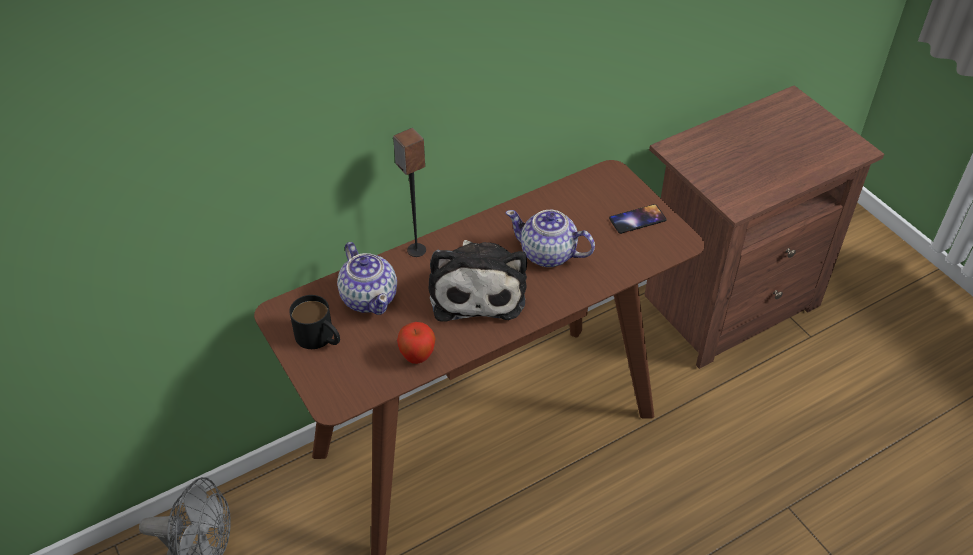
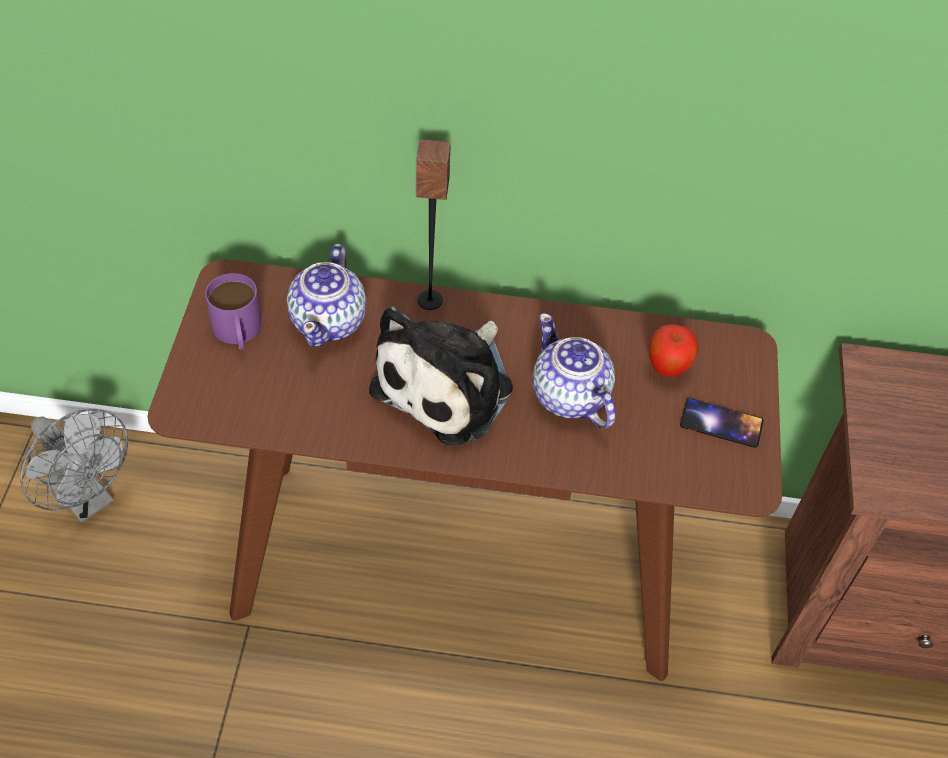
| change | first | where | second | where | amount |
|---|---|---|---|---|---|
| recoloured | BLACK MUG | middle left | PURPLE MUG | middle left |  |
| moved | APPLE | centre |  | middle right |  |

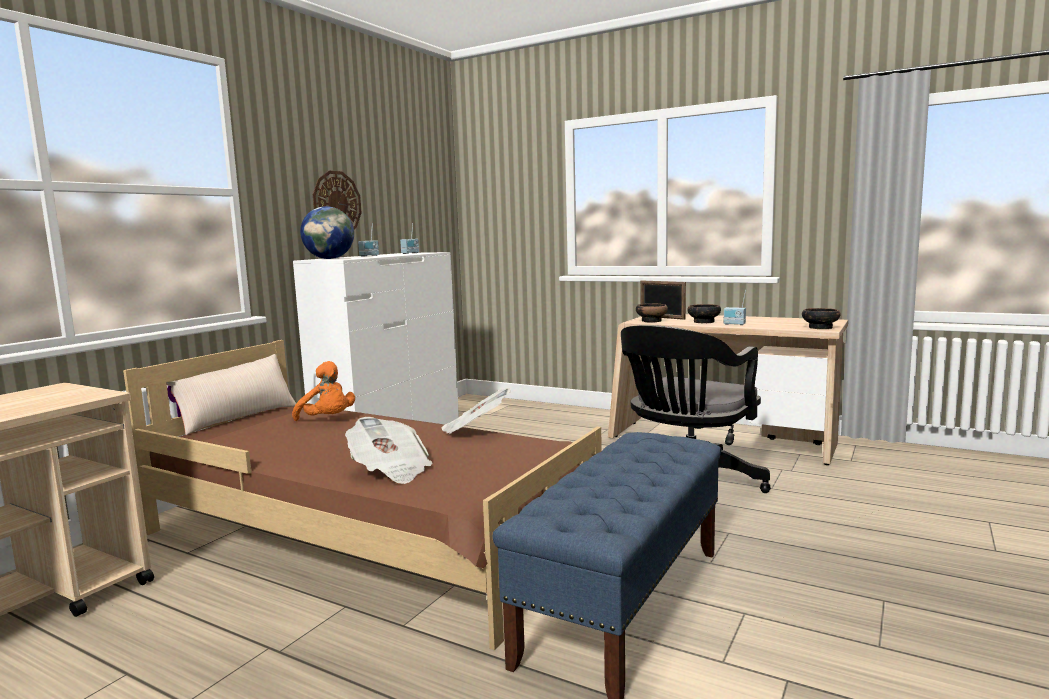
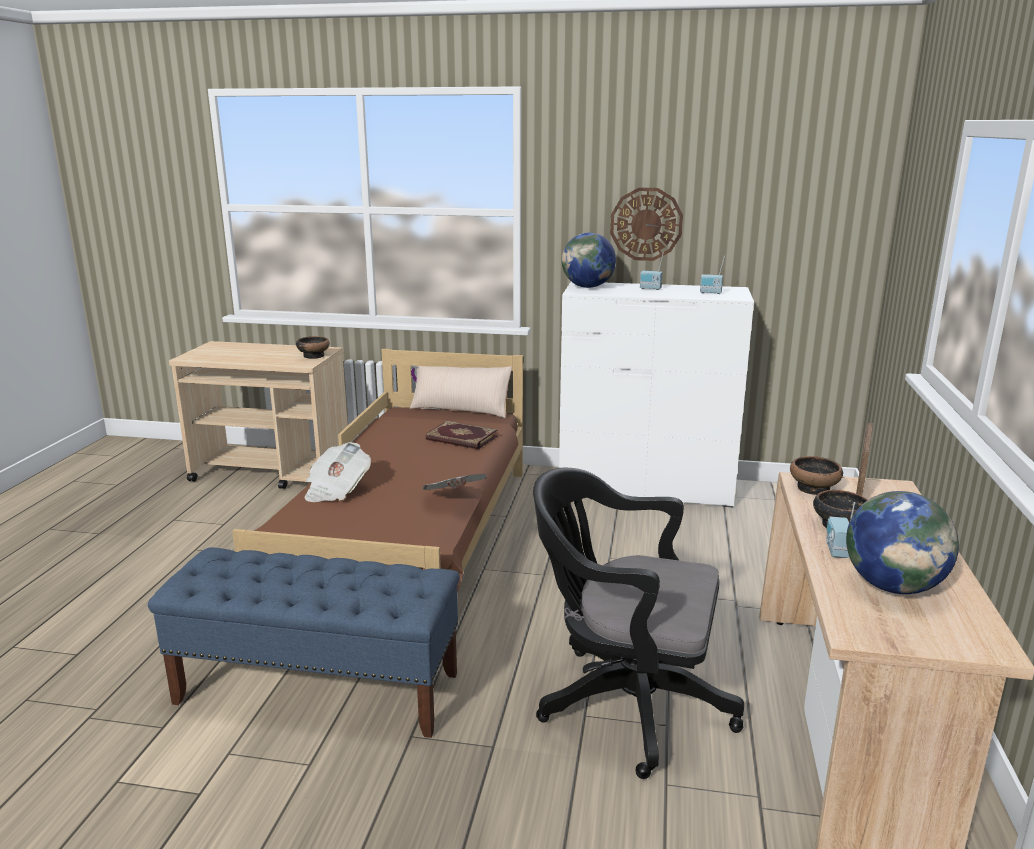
| change | first | where | second | where | amount |
|---|---|---|---|---|---|
| moved | BOWL (3rd from left in the first image) | middle right | BOWL (1st from left) | middle left |  |
| replaced | ORANGE PLUSH TOY | middle left | BOOK | centre |  |
| added |  |  | GLOBE (2nd from left) | middle right |  |

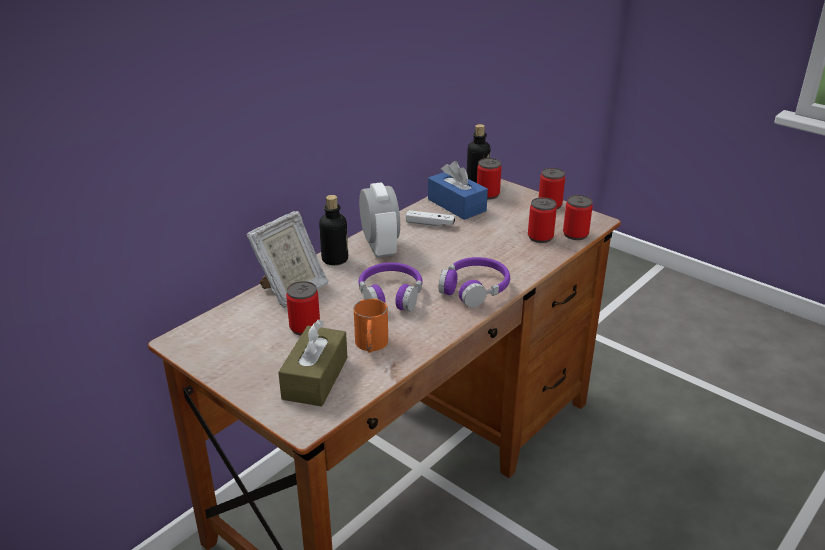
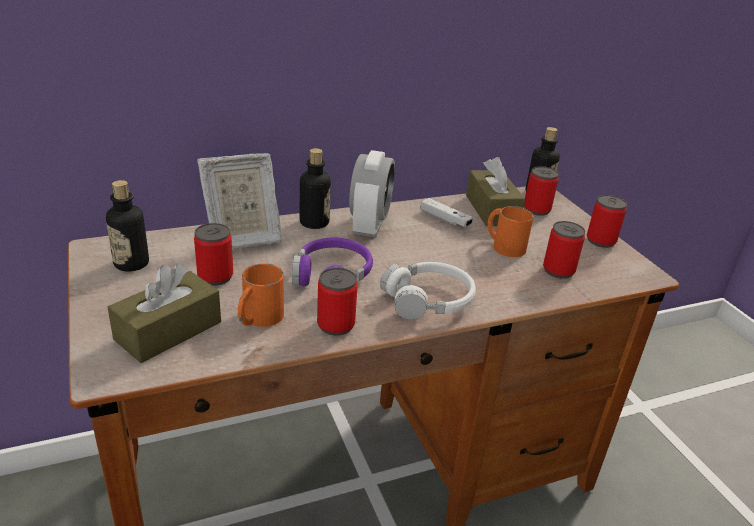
| change | first | where | second | where | amount |
|---|---|---|---|---|---|
| recoloured | BLUE TISSUE BOX | centre | BROWN TISSUE BOX (2nd from left) | centre |  |
| moved | CAN (5th from left in the first image) | middle right | CAN (2nd from left) | centre |  |
| recoloured | PURPLE HEADPHONES (2nd from left) | centre | WHITE HEADPHONES | centre |  |
| added |  |  | BOTTLE (1st from left) | middle left |  |
| added |  |  | ORANGE MUG (2nd from left) | middle right |  |

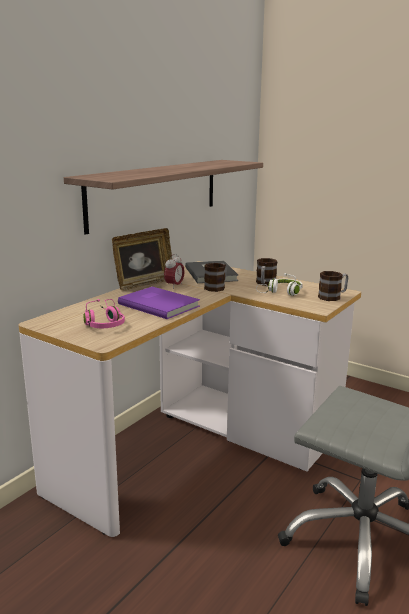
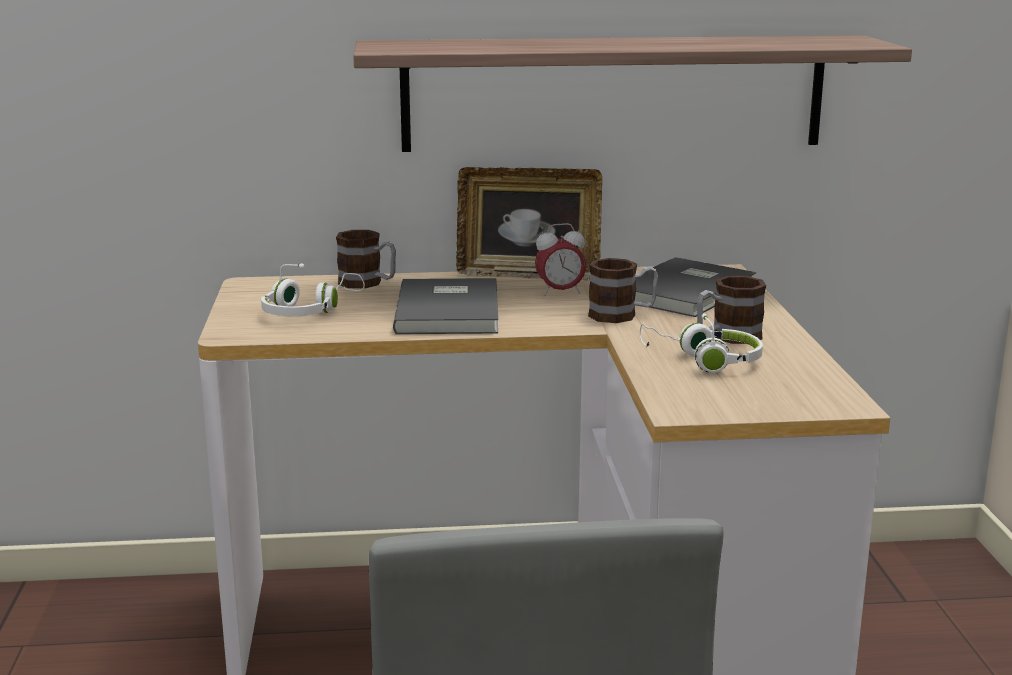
| change | first | where | second | where | amount |
|---|---|---|---|---|---|
| moved | MUG (3rd from left in the first image) | middle right | MUG (1st from left) | centre |  |
| recoloured | PURPLE BOOK | centre | GREY BOOK (1st from left) | centre |  |
| recoloured | PINK HEADPHONES | middle left | WHITE HEADPHONES (1st from left) | middle left |  |

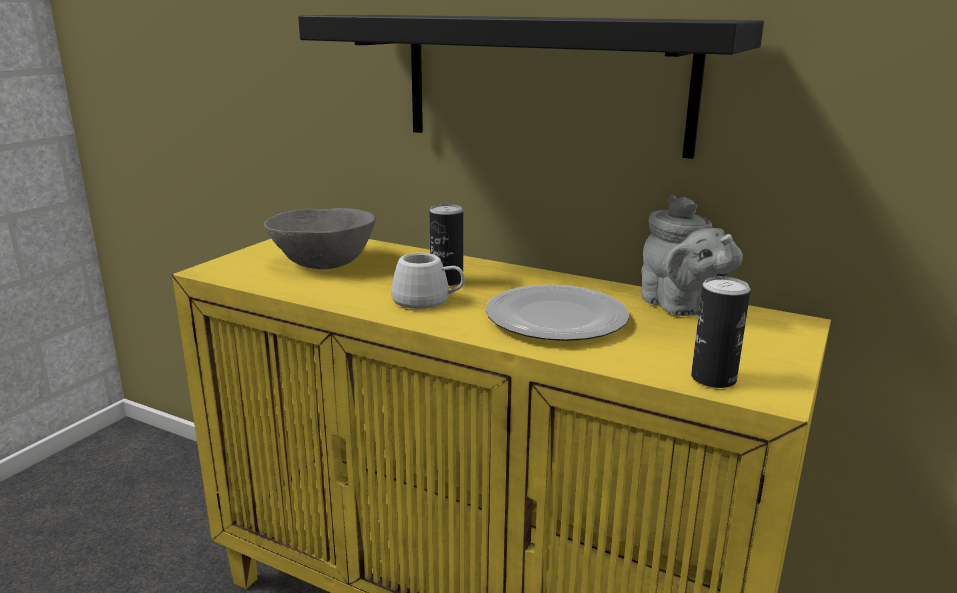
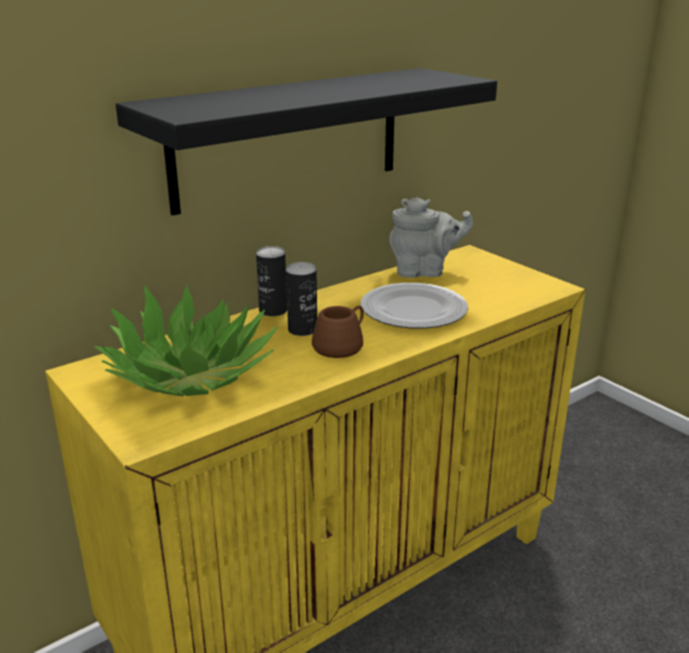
| change | first | where | second | where | amount |
|---|---|---|---|---|---|
| replaced | GREY BOWL | centre | POTTED PLANT | middle left |  |
| recoloured | WHITE MUG | centre | BROWN MUG | centre |  |
| moved | CAN (2nd from left in the first image) | middle right | CAN (1st from left) | centre |  |

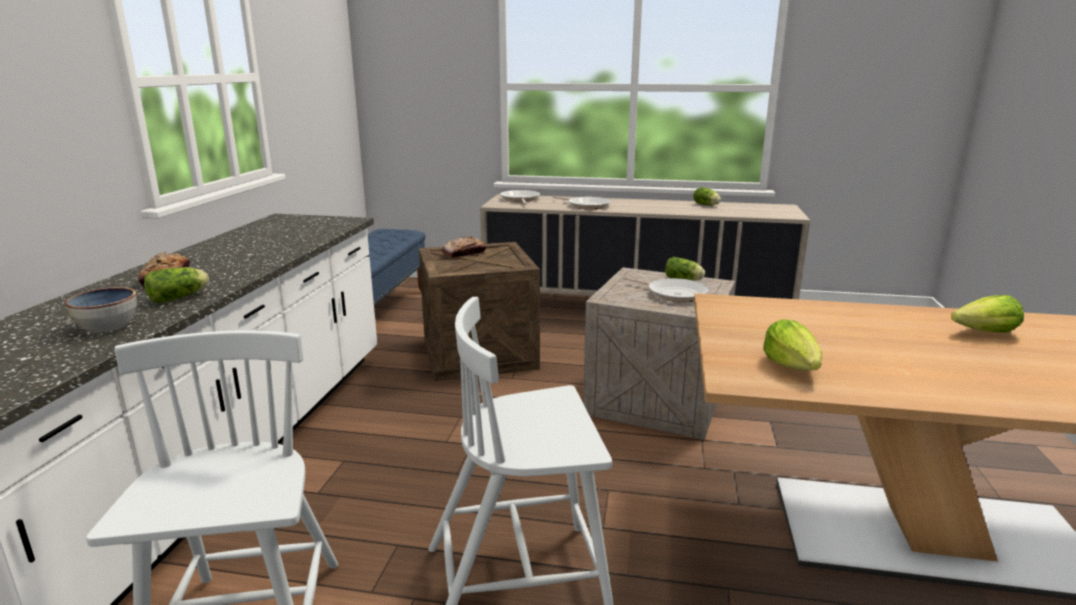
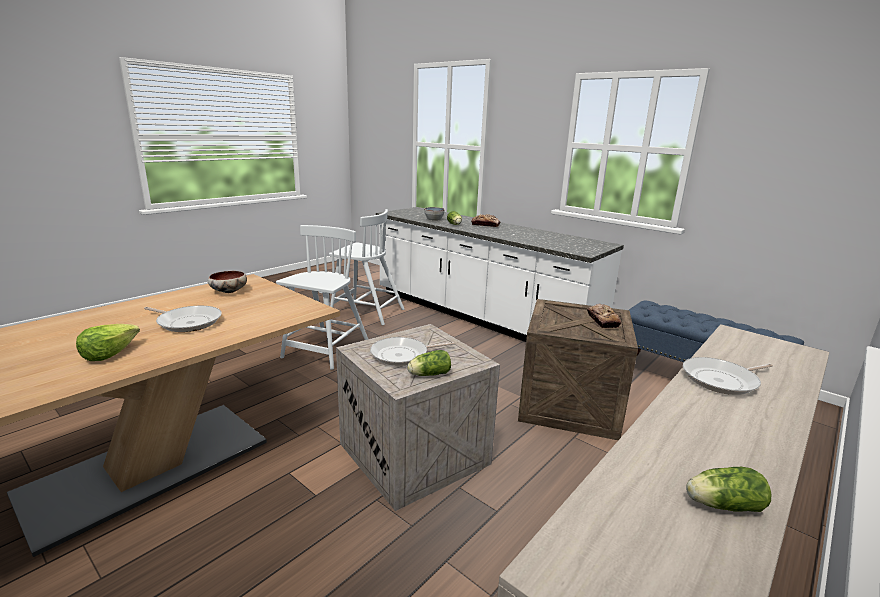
| change | first | where | second | where | amount |
|---|---|---|---|---|---|
| moved | FRYING PAN (1st from left) | top centre |  | middle left |  |
| replaced | LETTUCE (4th from left) | middle right | BOWL (1st from left) | middle left |  |

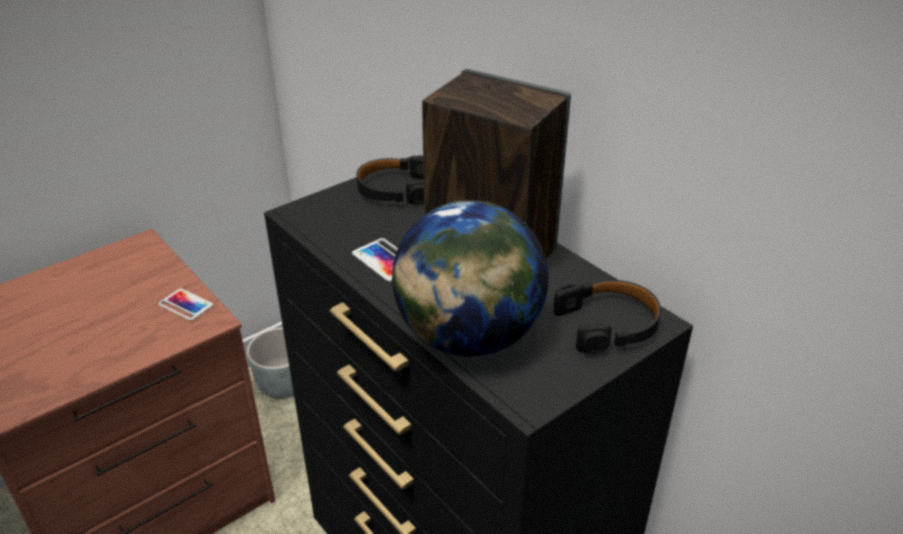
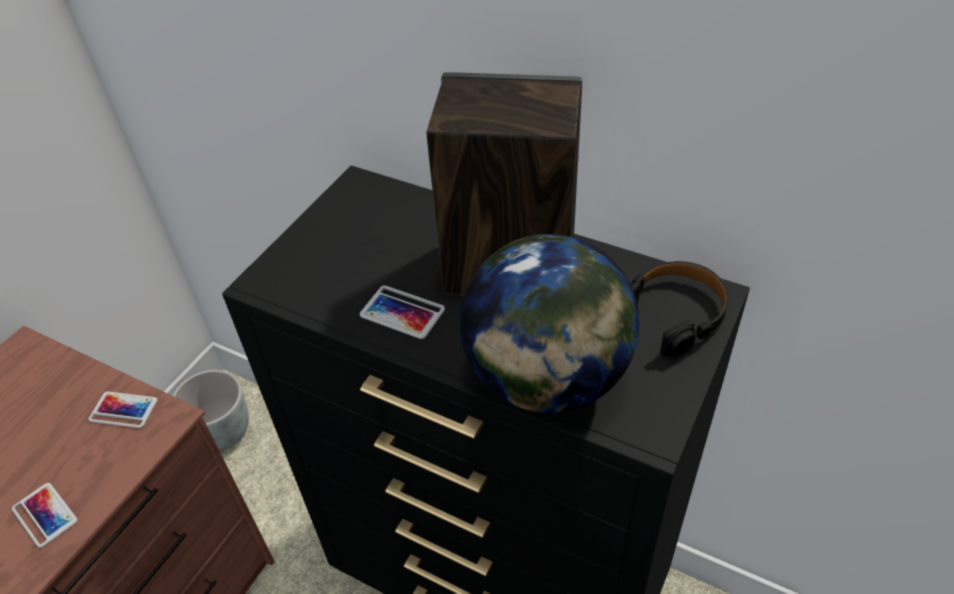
| change | first | where | second | where | amount |
|---|---|---|---|---|---|
| removed | BLACK HEADPHONES (1st from left) | centre |  |  |  |
| added |  |  | PHONE (1st from left) | bottom left |  |

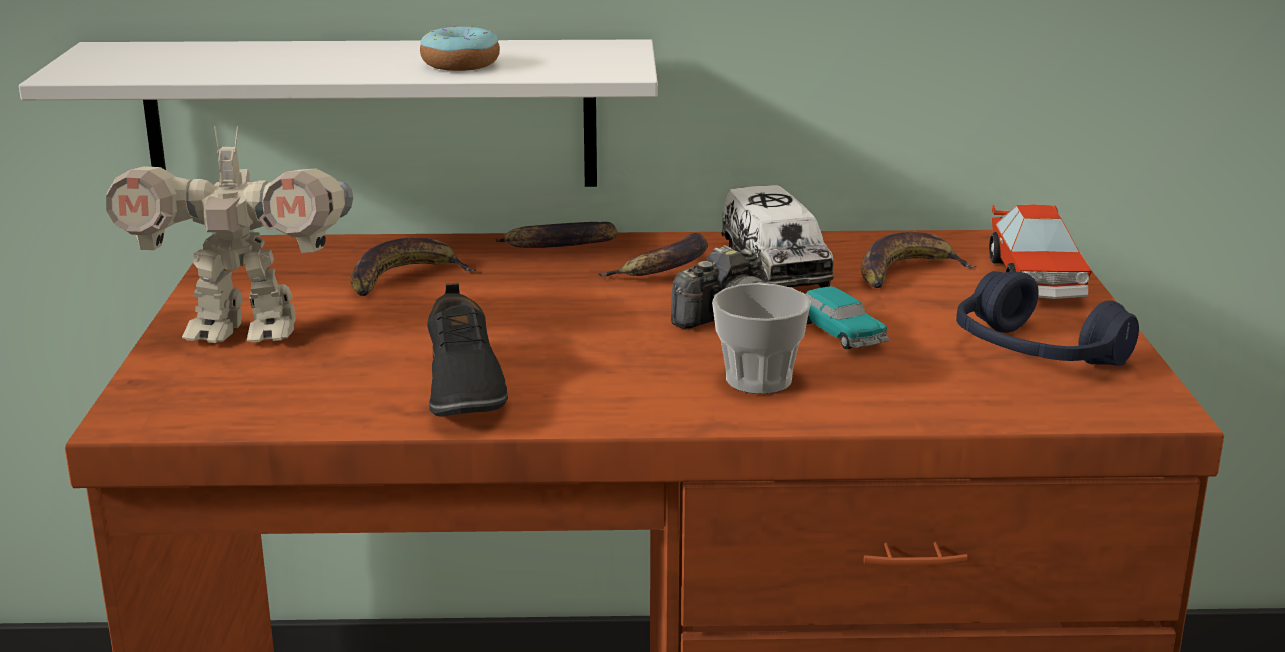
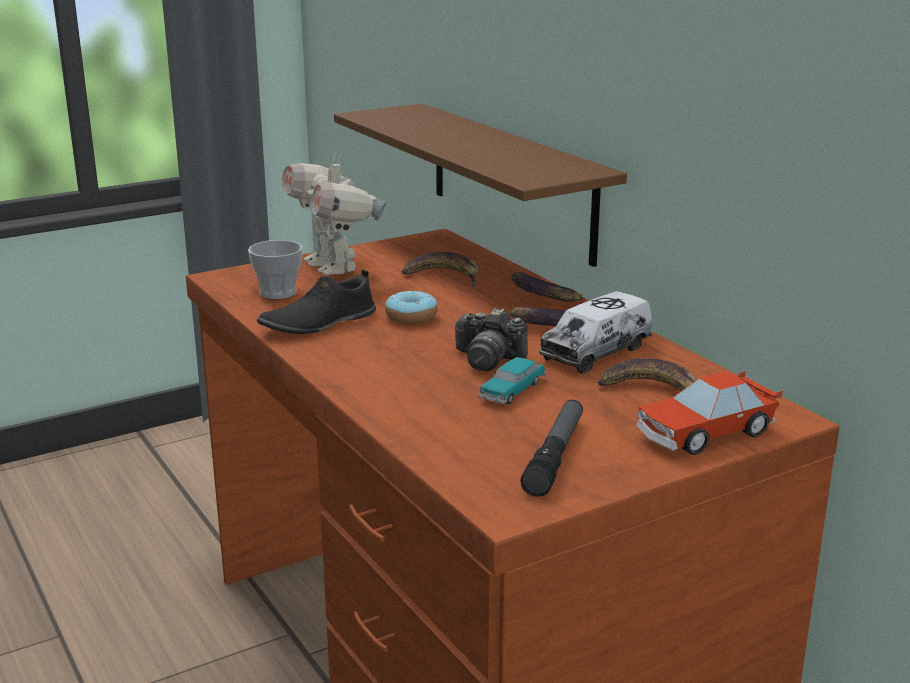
| change | first | where | second | where | amount |
|---|---|---|---|---|---|
| moved | DONUT | top centre |  | centre |  |
| recoloured | WHITE SHELF | top left | BROWN SHELF | top centre |  |
| replaced | BLUE HEADPHONES | middle right | FLASHLIGHT | centre |  |
| moved | CUP | centre |  | middle left |  |

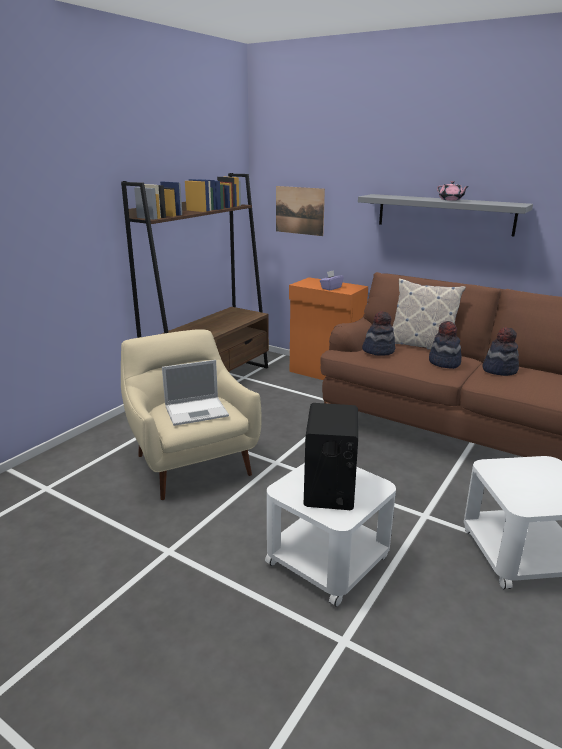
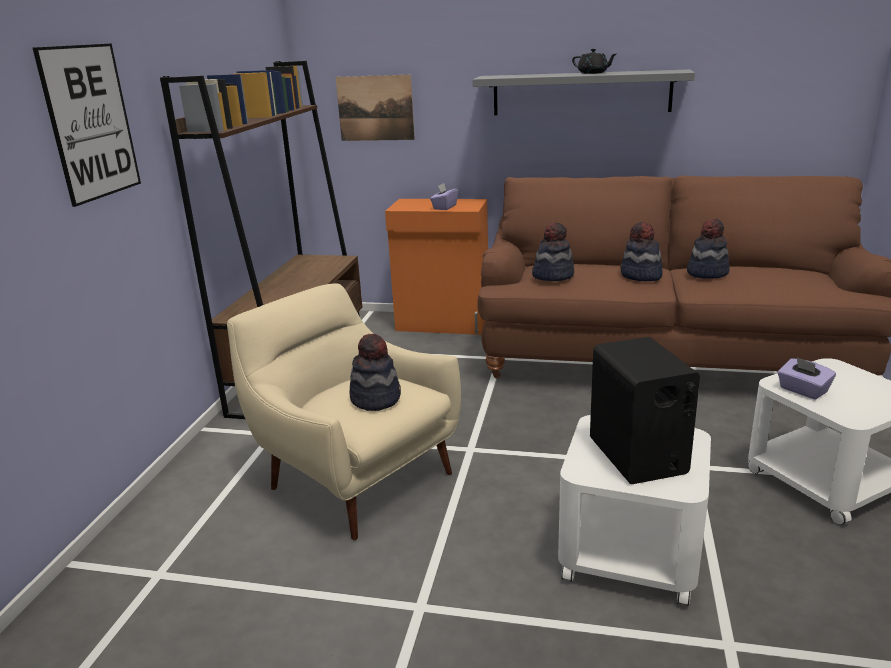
| change | first | where | second | where | amount |
|---|---|---|---|---|---|
| recoloured | PINK TEAPOT | top right | BLACK TEAPOT | top right |  |
| removed | PILLOW | middle right |  |  |  |
| replaced | LAPTOP | centre | HAT (1st from left) | centre |  |
| added |  |  | PICTURE (1st from left) | top left |  |
| added |  |  | PURPLE TISSUE BOX (2nd from left) | middle right |  |

